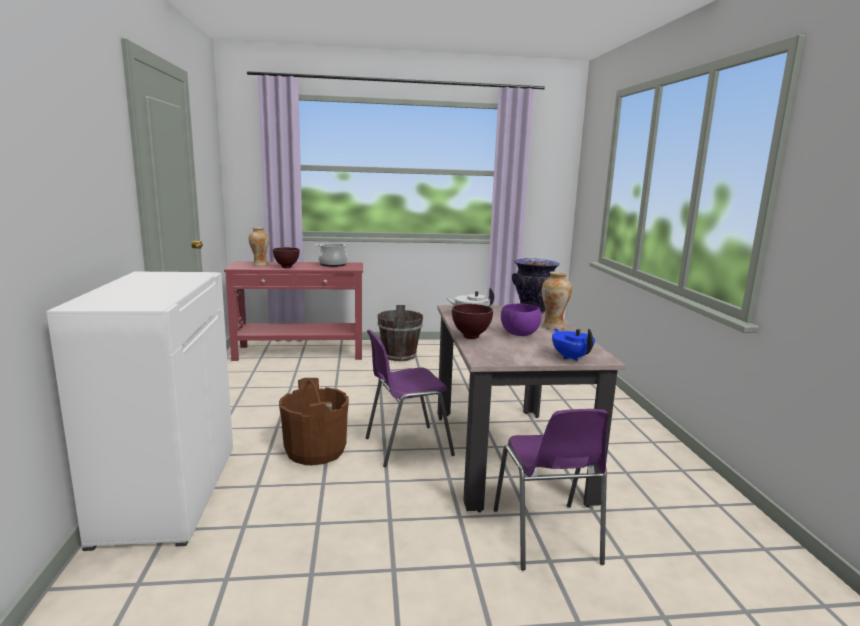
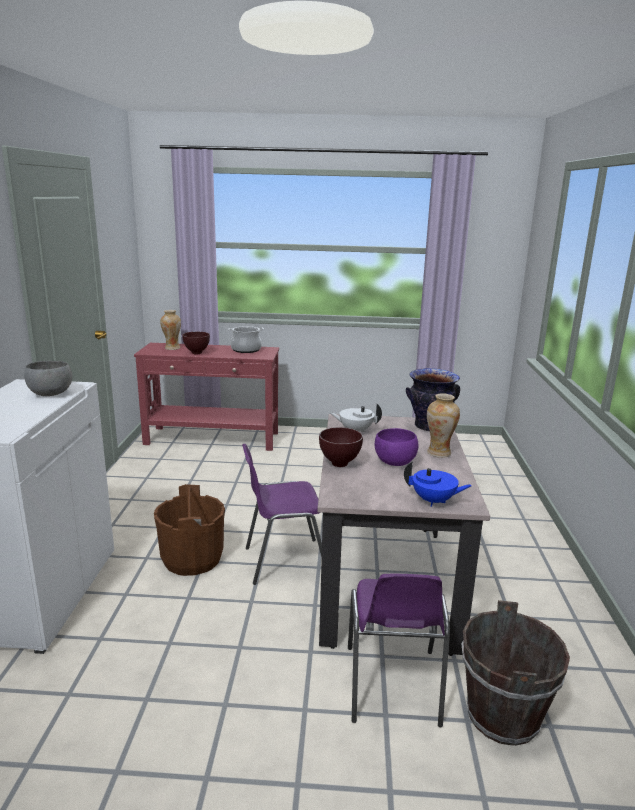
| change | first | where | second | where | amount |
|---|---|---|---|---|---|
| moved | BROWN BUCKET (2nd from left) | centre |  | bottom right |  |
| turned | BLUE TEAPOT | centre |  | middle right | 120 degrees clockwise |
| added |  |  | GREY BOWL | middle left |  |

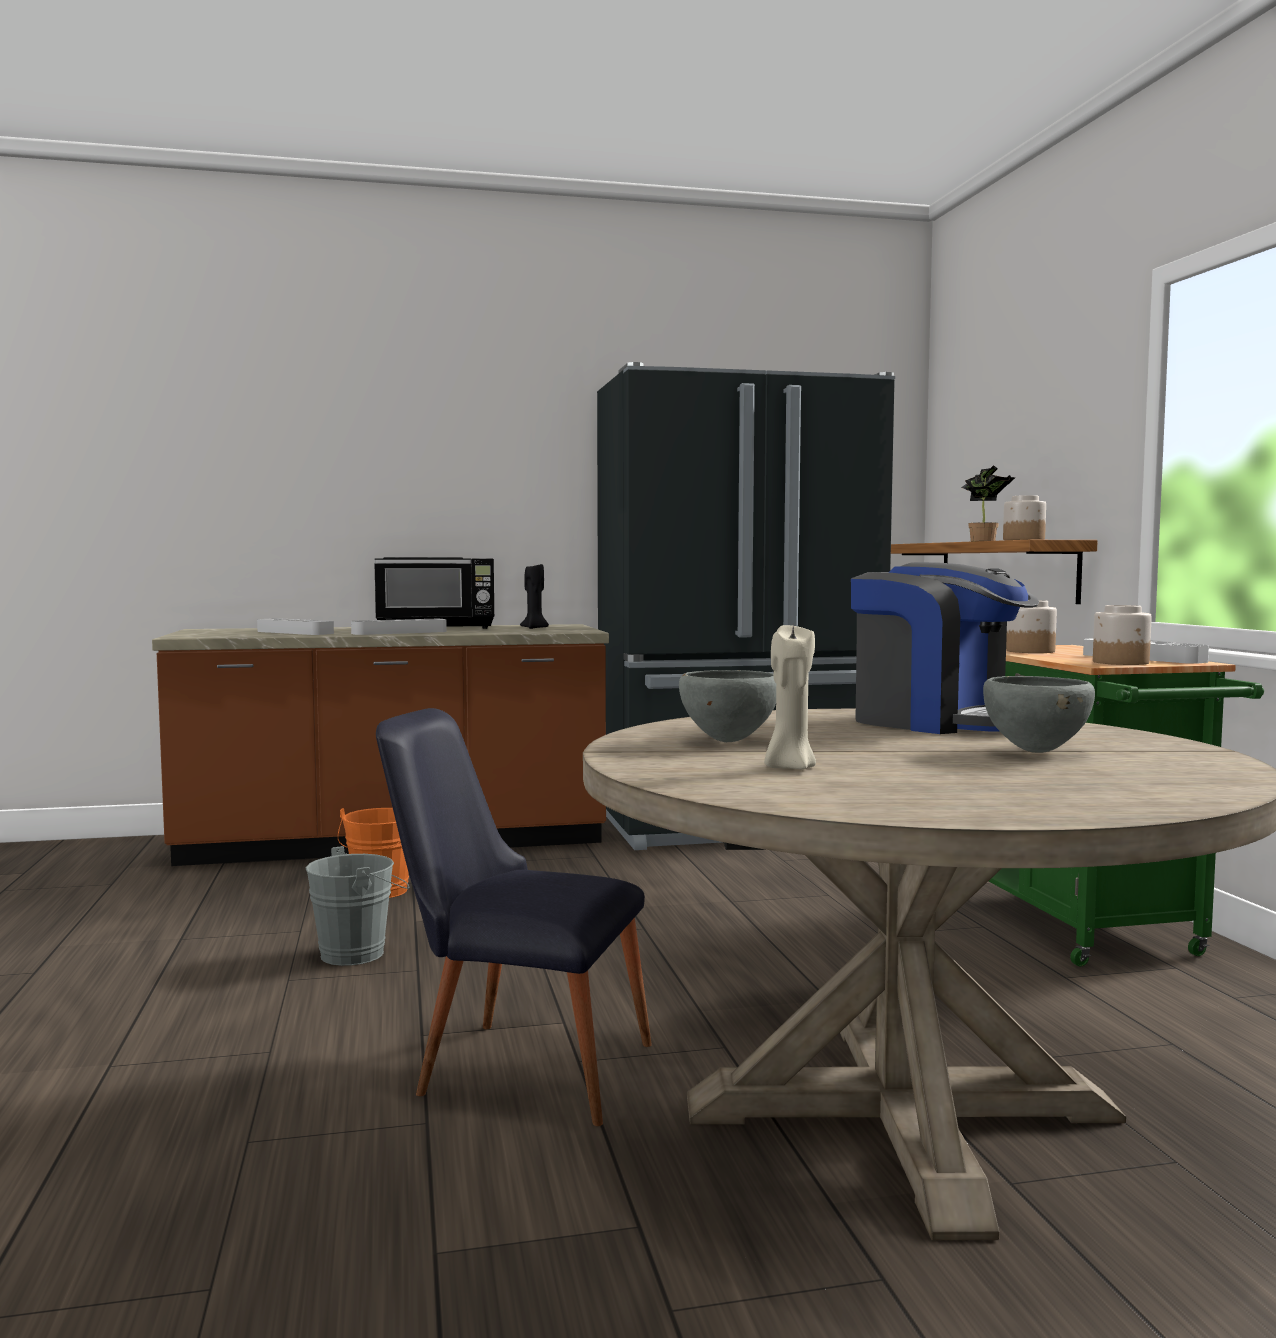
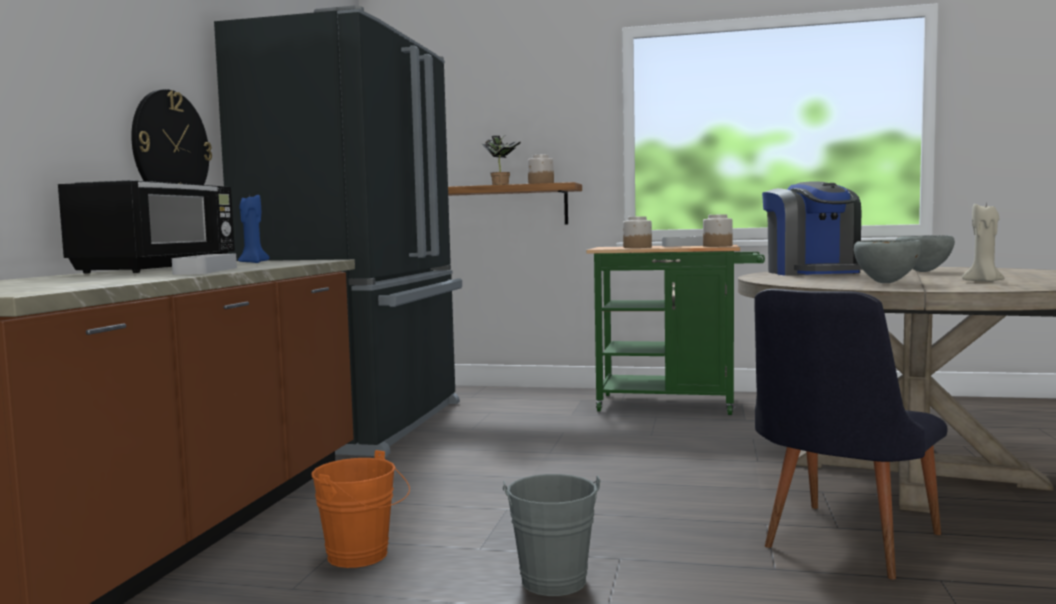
| change | first | where | second | where | amount |
|---|---|---|---|---|---|
| turned | COFFEE MACHINE | middle right |  | middle right | 105 degrees clockwise |
| recoloured | BLACK CANDLE | centre | BLUE CANDLE | middle left |  |
| removed | GREY TRAY (1st from left) | middle left |  |  |  |
| added |  |  | WALL CLOCK | top left |  |

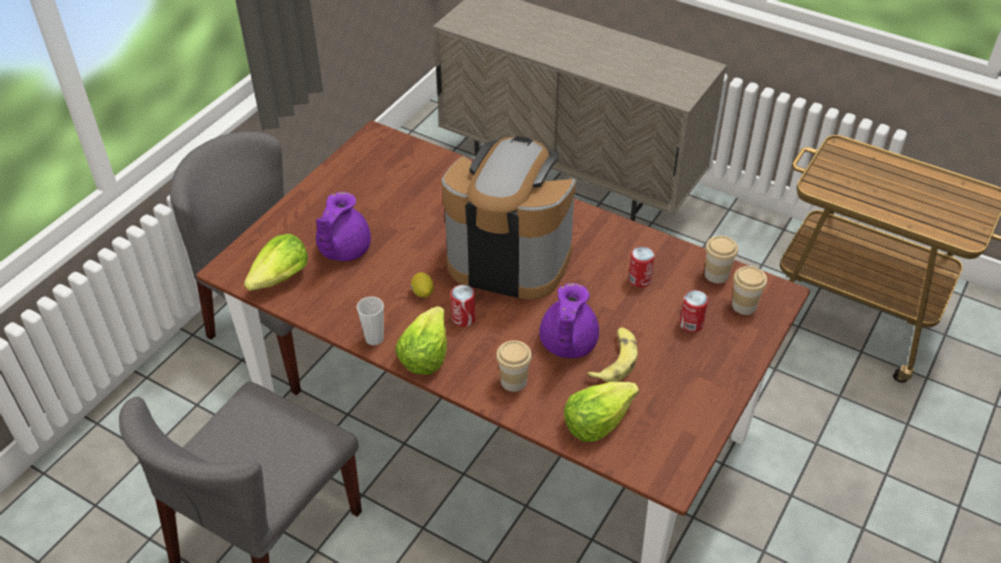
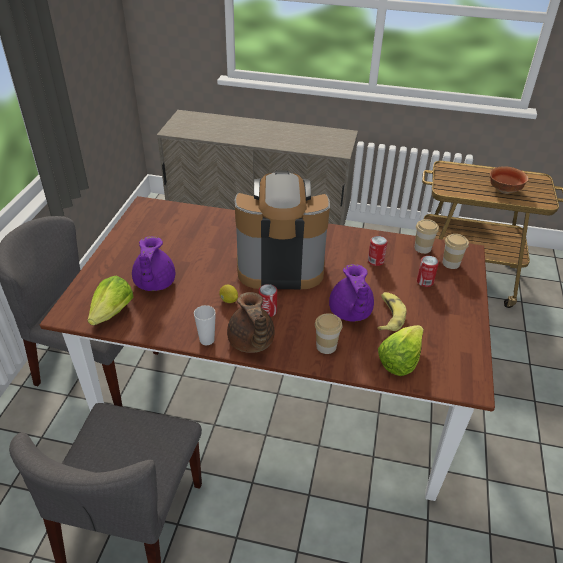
| change | first | where | second | where | amount |
|---|---|---|---|---|---|
| replaced | LETTUCE (2nd from left) | centre | BROWN TEAPOT | centre |  |
| added |  |  | BOWL | top right |  |

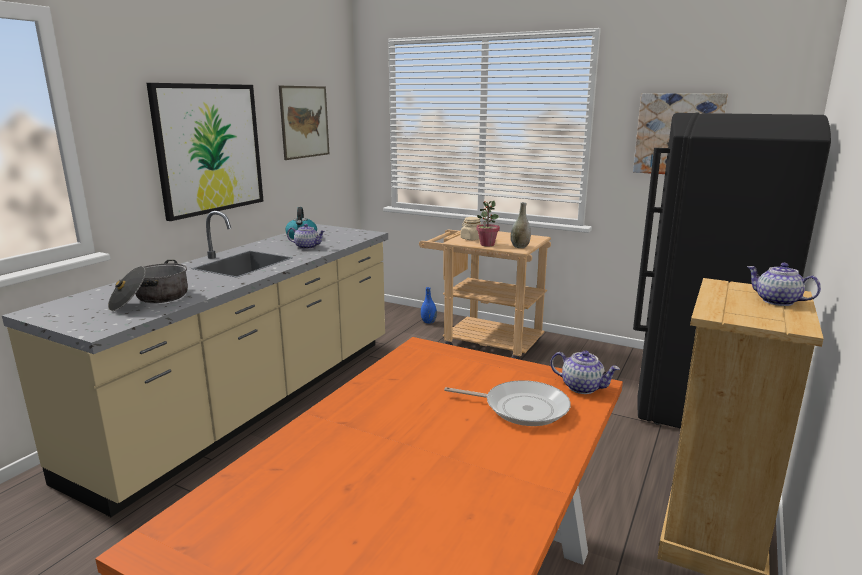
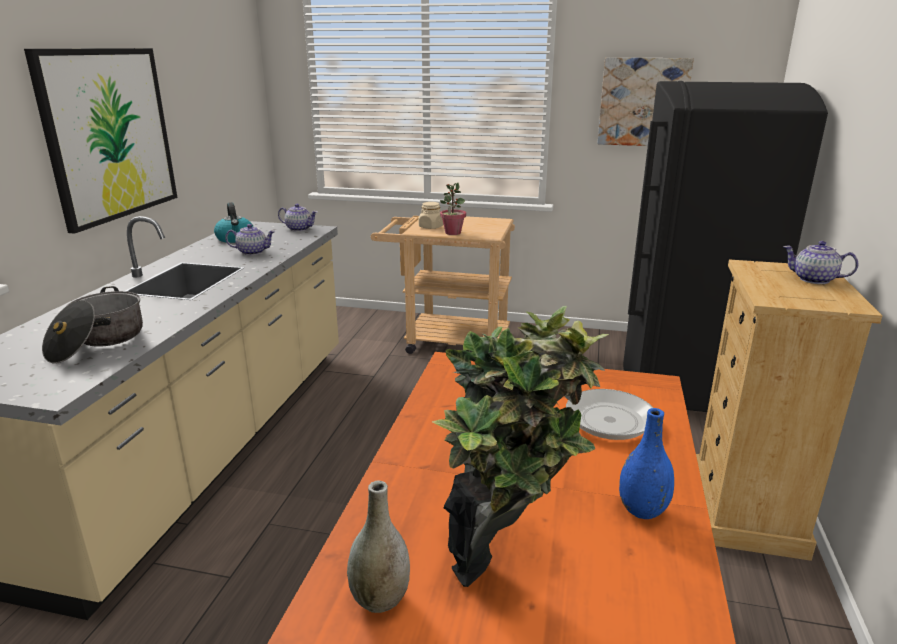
| change | first | where | second | where | amount |
|---|---|---|---|---|---|
| removed | PICTURE (2nd from left) | top centre |  |  |  |
| moved | GREY VASE | centre |  | bottom centre |  |
| moved | BLUE VASE | centre |  | bottom right |  |
| moved | TEAPOT (2nd from left) | middle right |  | middle left |  |
| added |  |  | POTTED PLANT (2nd from left) | bottom centre |  |

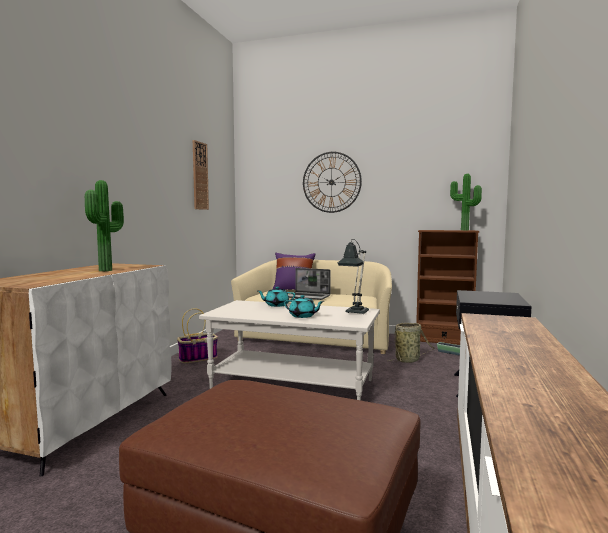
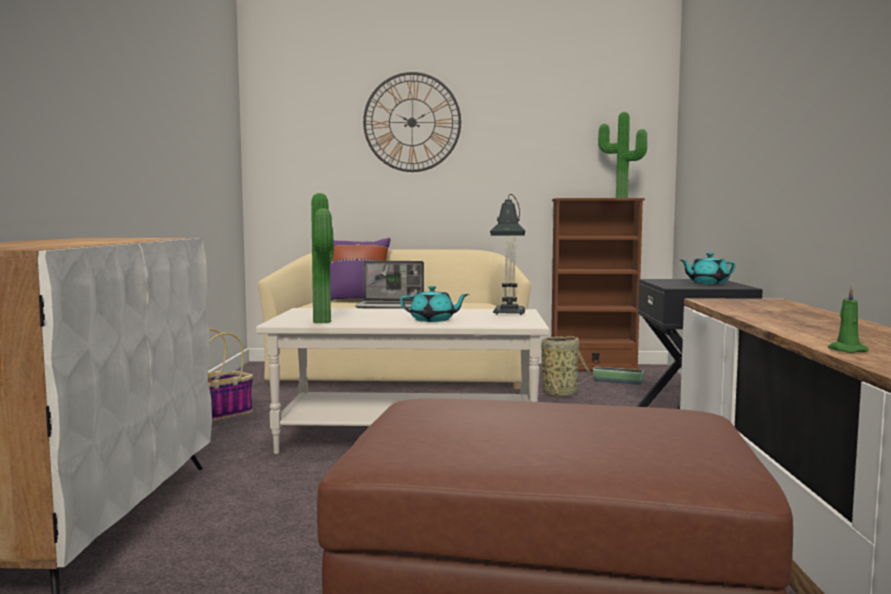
| change | first | where | second | where | amount |
|---|---|---|---|---|---|
| removed | WALL CLOCK (1st from left) | top left |  |  |  |
| moved | POTTED PLANT (1st from left) | middle left |  | centre |  |
| moved | TURQUOISE TEAPOT (1st from left in the first image) | centre | TURQUOISE TEAPOT (2nd from left) | middle right |  |
| added |  |  | GREEN CANDLE | middle right |  |

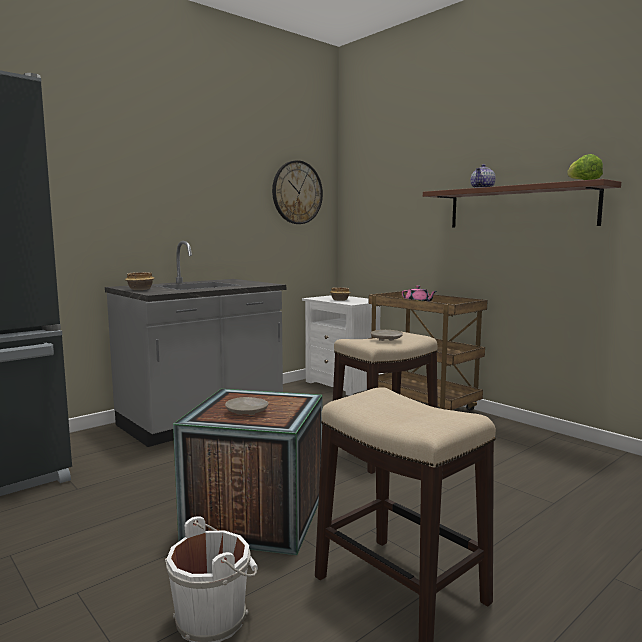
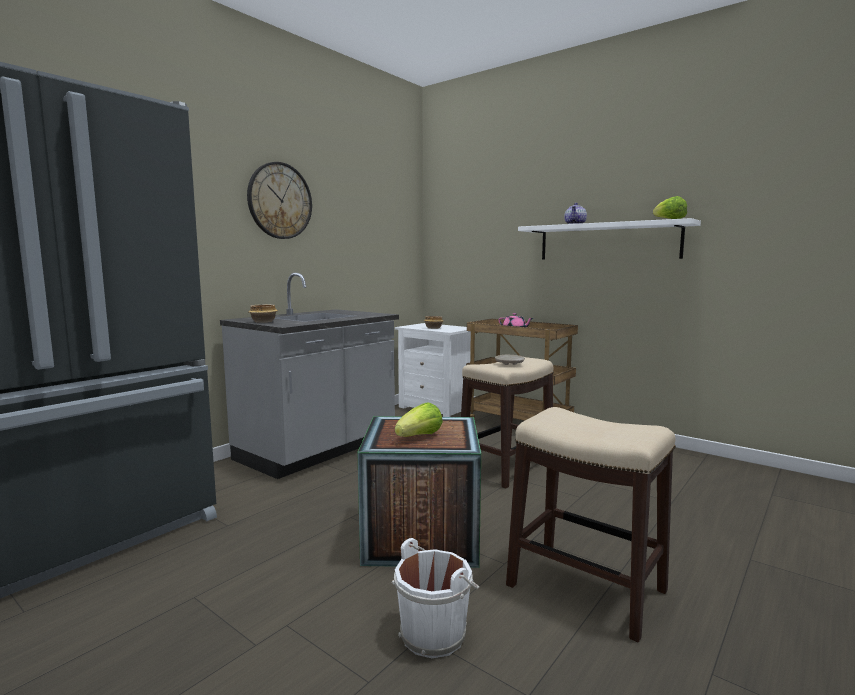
| change | first | where | second | where | amount |
|---|---|---|---|---|---|
| moved | WALL CLOCK | top centre |  | top left |  |
| recoloured | BROWN SHELF | top right | WHITE SHELF | middle right |  |
| replaced | BEIGE PLATE (1st from left) | centre | LETTUCE (1st from left) | centre |  |

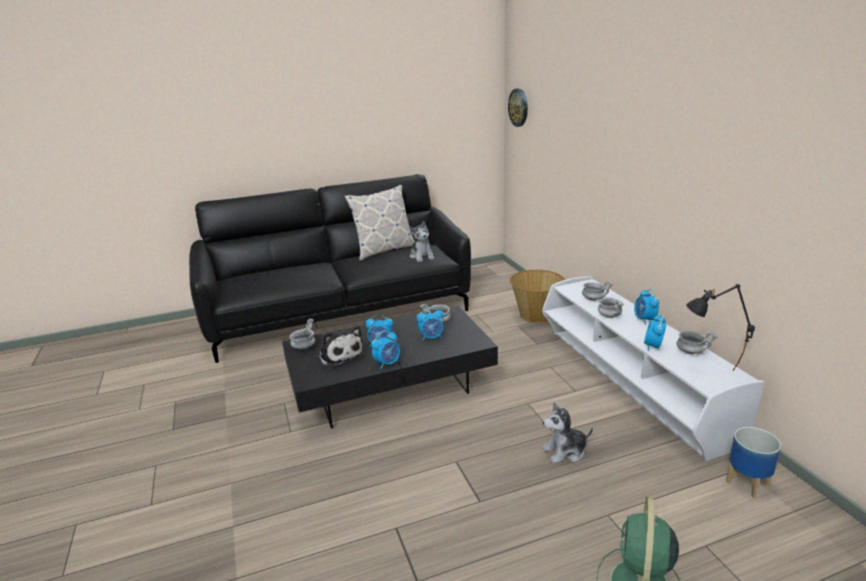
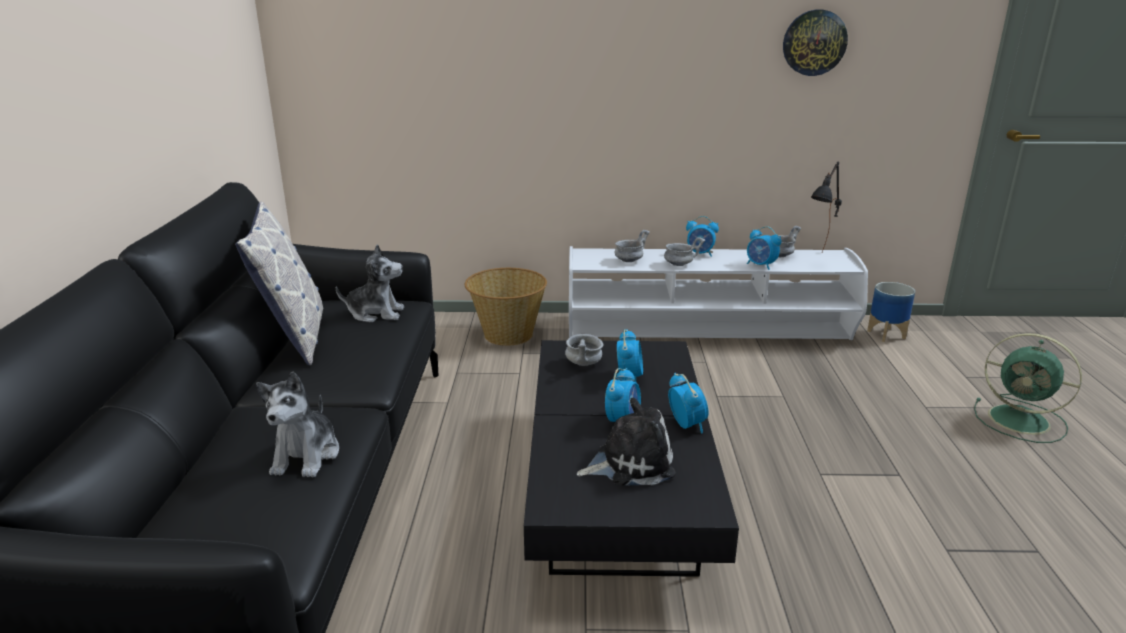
| change | first | where | second | where | amount |
|---|---|---|---|---|---|
| moved | WALL CLOCK | top centre |  | top right |  |
| removed | GREY BOWL (1st from left) | centre |  |  |  |
| moved | PLUSH TOY (3rd from left in the first image) | bottom centre | PLUSH TOY (1st from left) | bottom left |  |

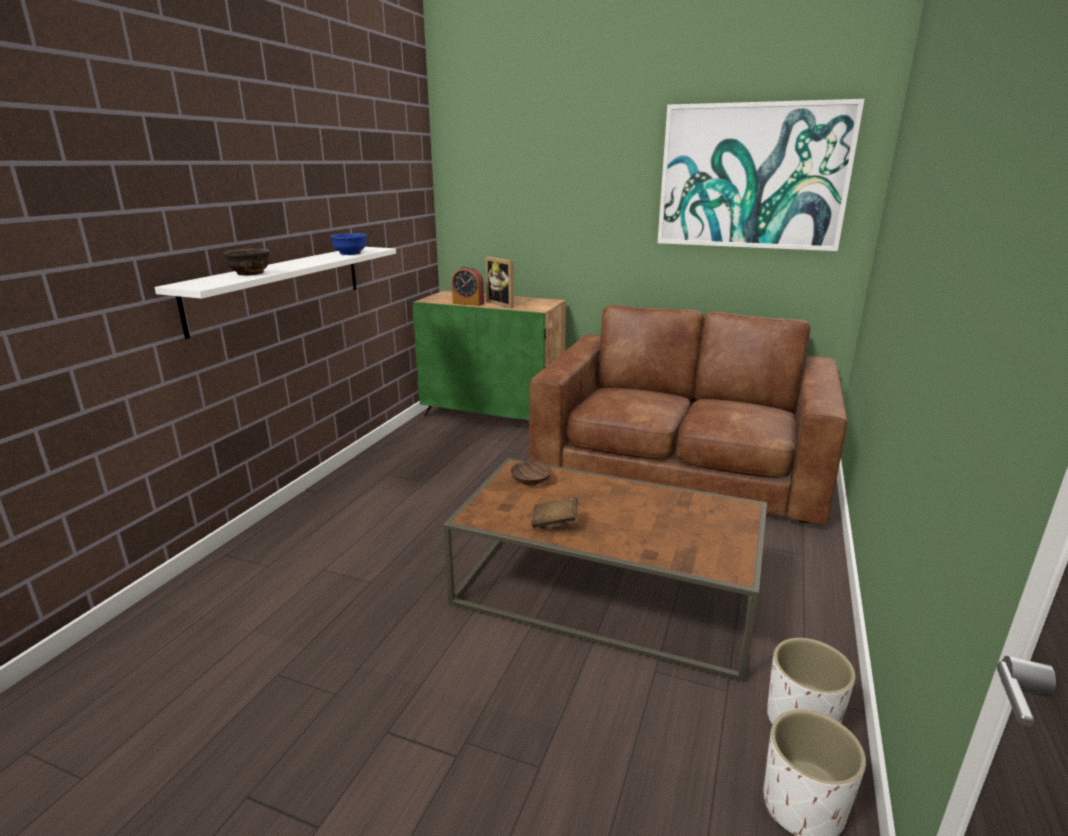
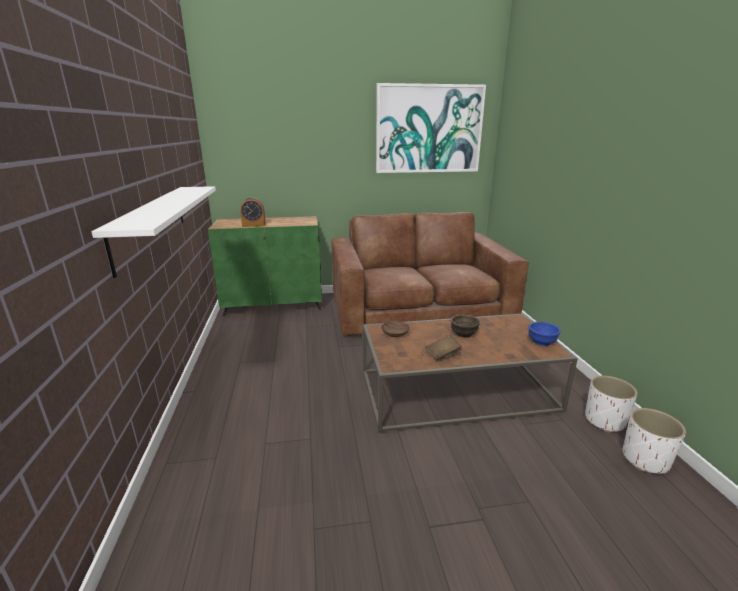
| change | first | where | second | where | amount |
|---|---|---|---|---|---|
| moved | BLUE BOWL | top left |  | middle right |  |
| moved | BROWN BOWL (1st from left in the first image) | top left | BROWN BOWL (2nd from left) | centre |  |
| removed | PICTURE FRAME | centre |  |  |  |

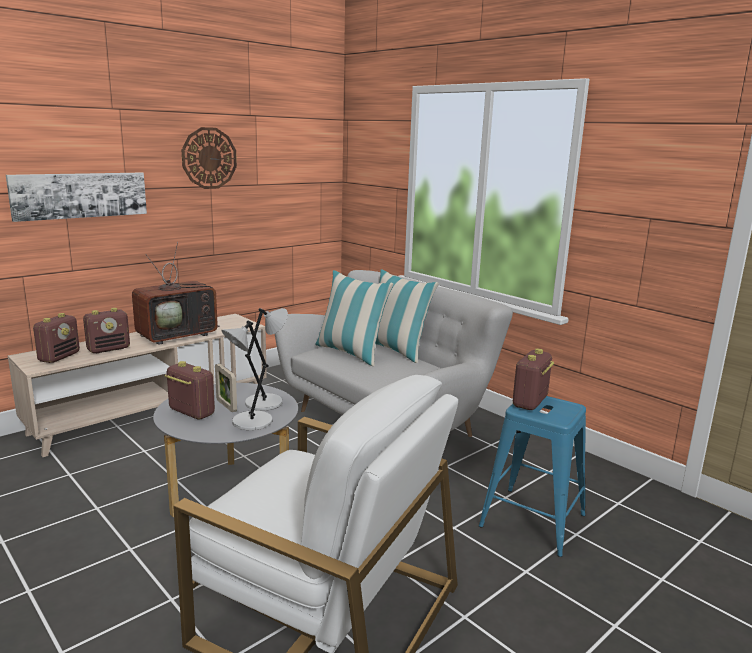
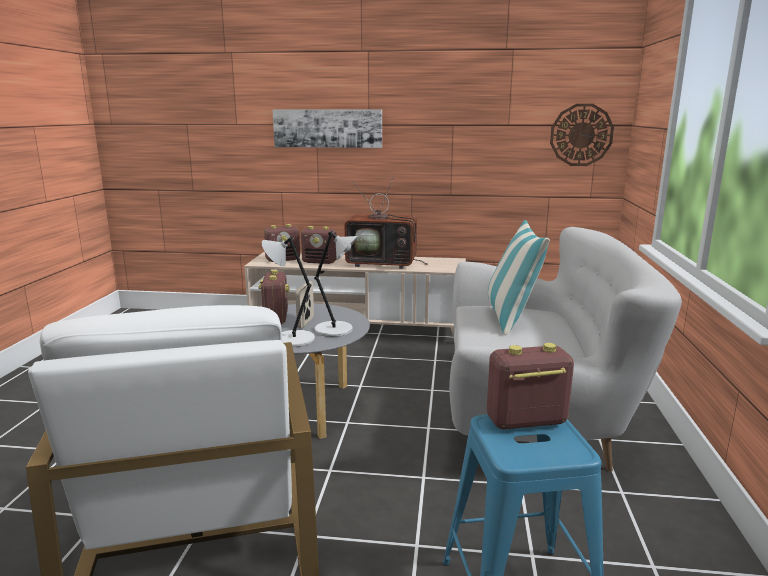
| change | first | where | second | where | amount |
|---|---|---|---|---|---|
| moved | WALL CLOCK | top left |  | top right |  |
| removed | PILLOW (2nd from left) | centre |  |  |  |

